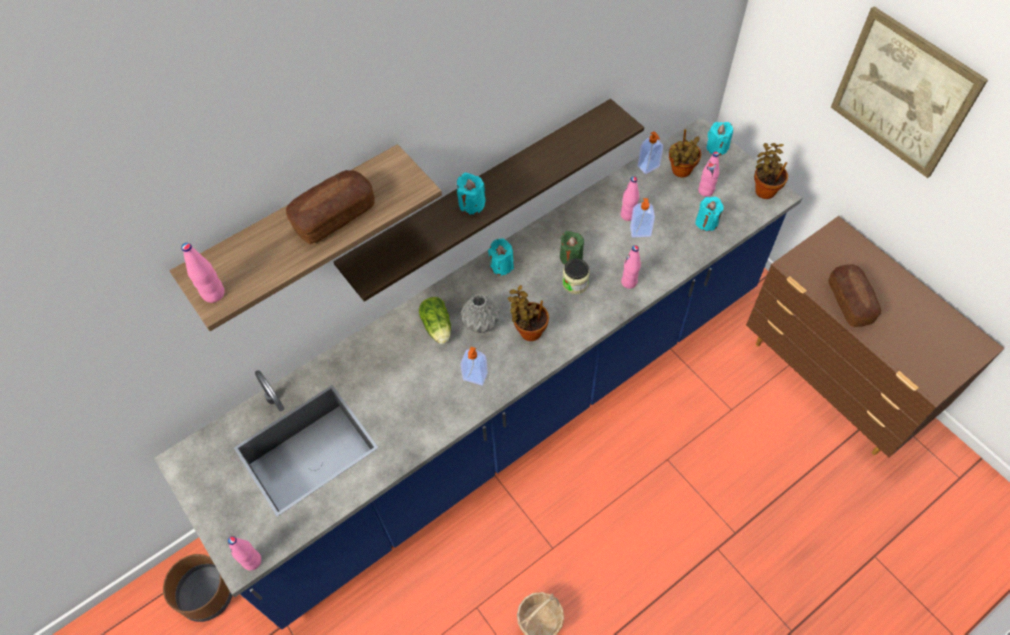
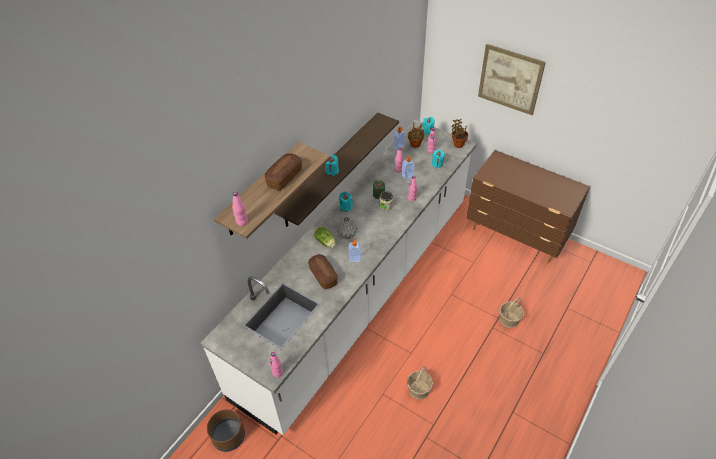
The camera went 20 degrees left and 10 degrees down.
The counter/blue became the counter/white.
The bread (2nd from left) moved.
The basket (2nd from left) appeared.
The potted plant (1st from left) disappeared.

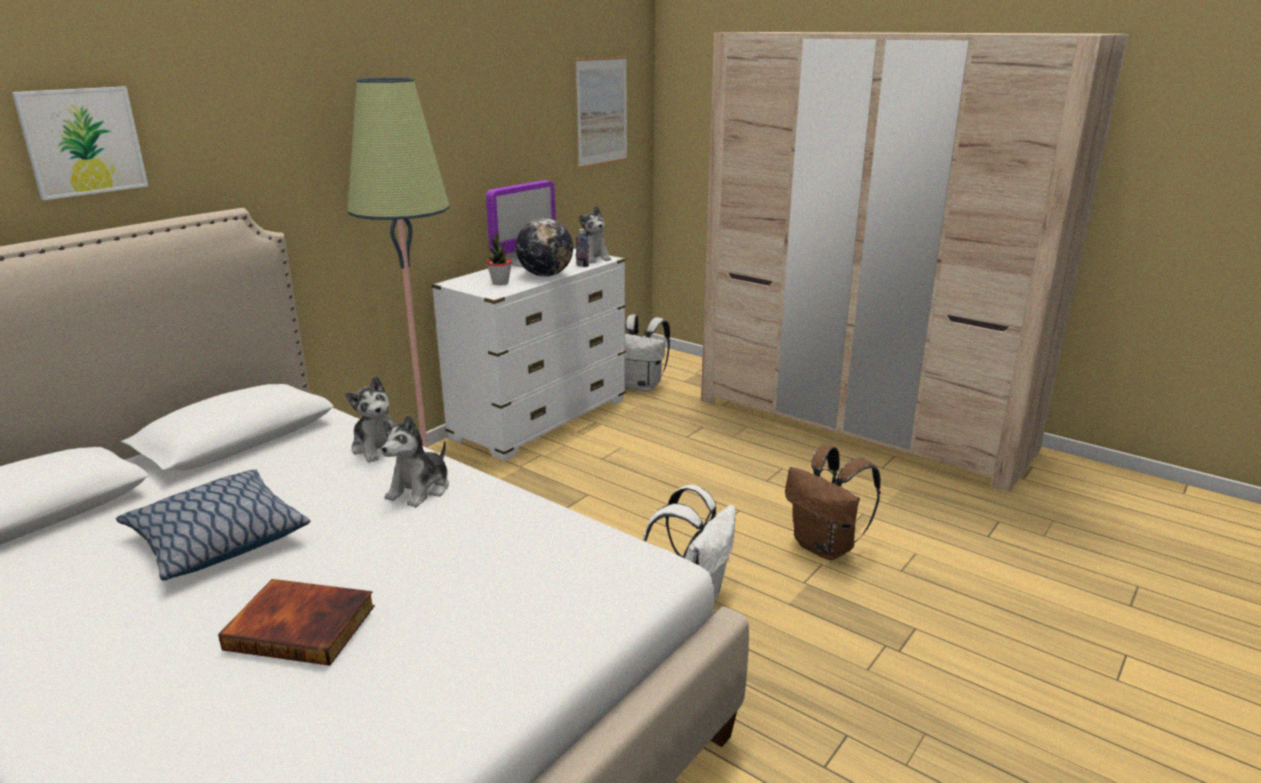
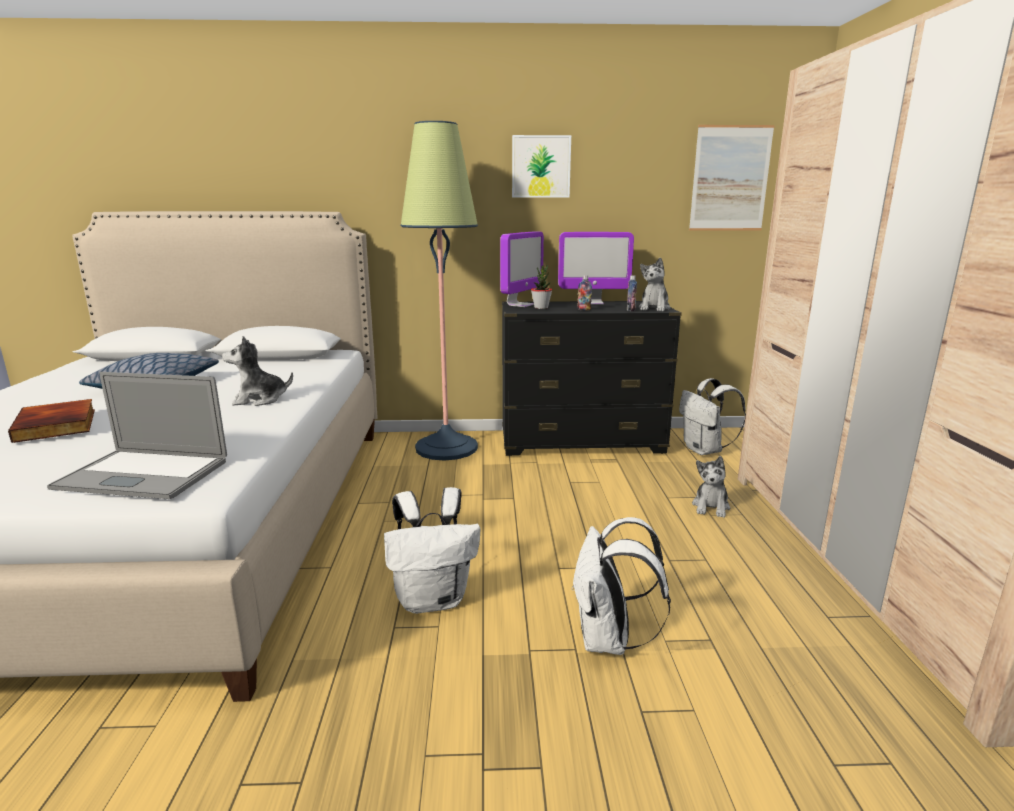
The camera went 50 degrees right and 5 degrees down.
The laptop appeared.
The monitor (1st from left) appeared.
The dresser/white became the dresser/black.
The picture (1st from left) moved.
The backpack/brown became the backpack/white (2nd from left).
The globe was replaced by the bottle (1st from left).
The plush toy (1st from left in the first image) moved.

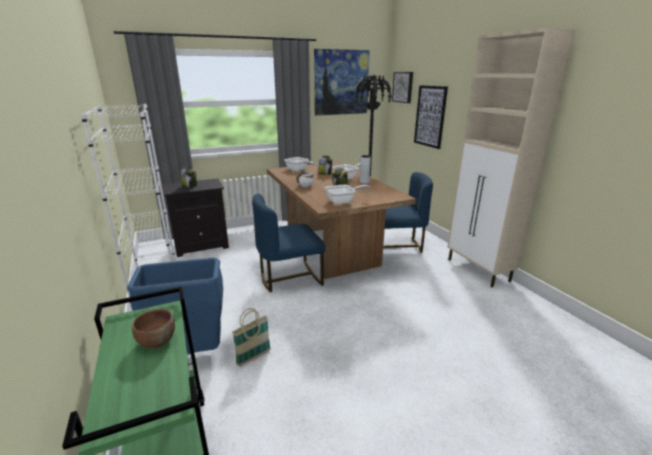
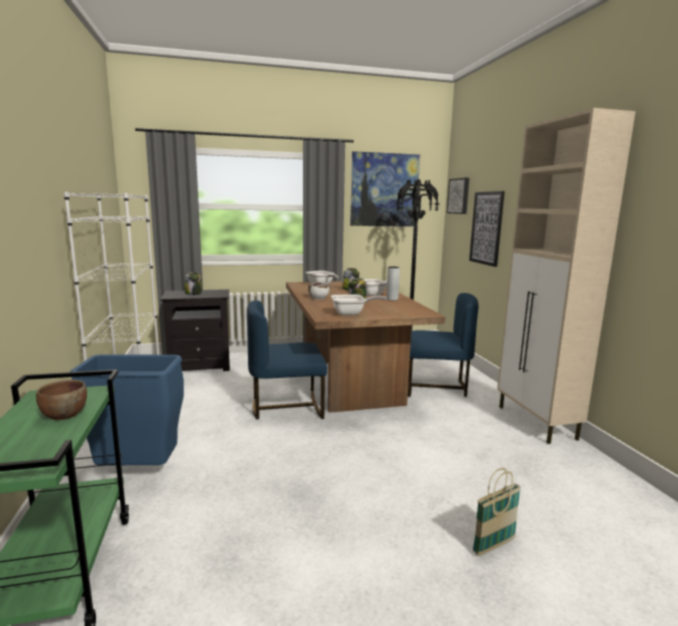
The camera went 10 degrees right and 10 degrees down.
The basket moved.

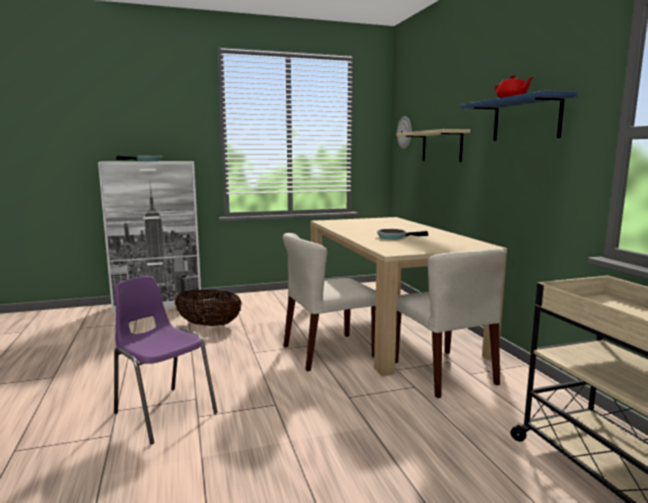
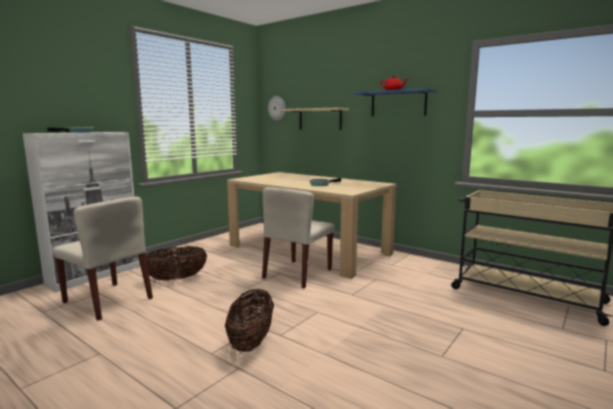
The camera went 35 degrees left and 0 degrees up.
The chair/beige (2nd from left in the first image) moved.
The chair/purple was replaced by the basket (2nd from left).

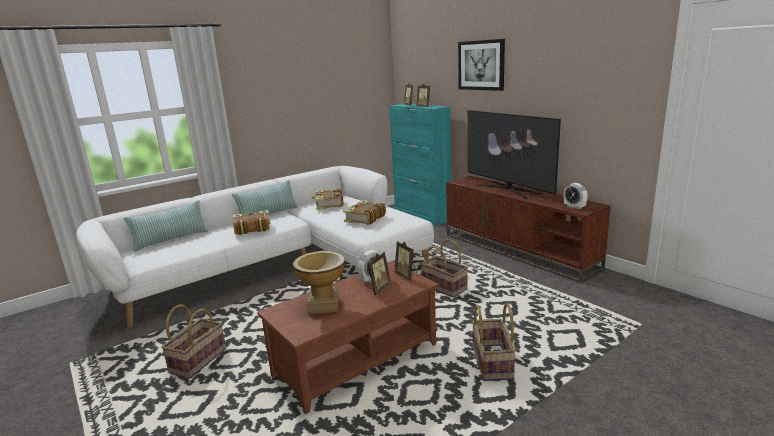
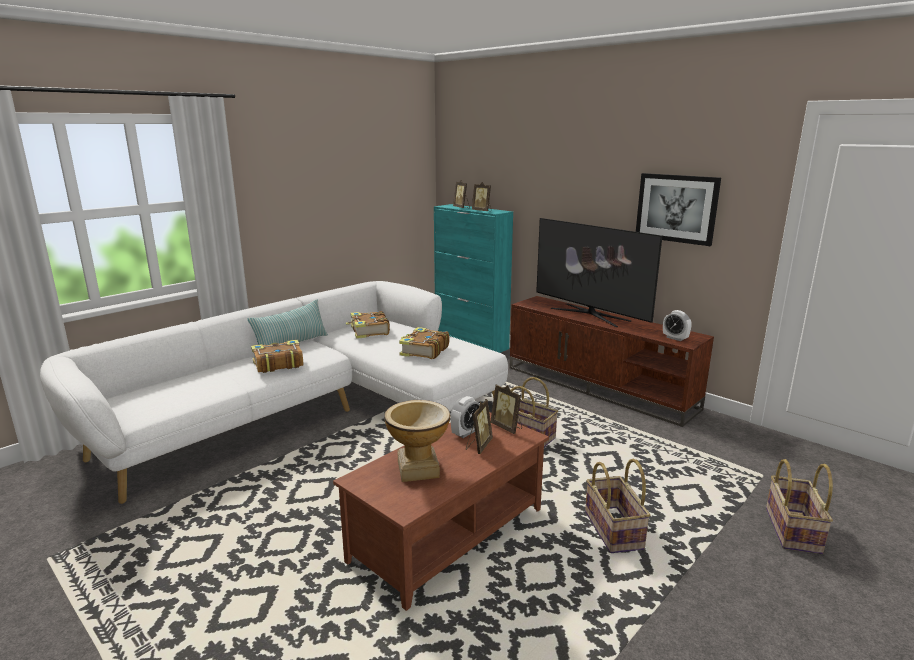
The camera went 10 degrees left and 0 degrees up.
The picture moved.
The basket (1st from left in the first image) moved.
The pillow (1st from left) disappeared.

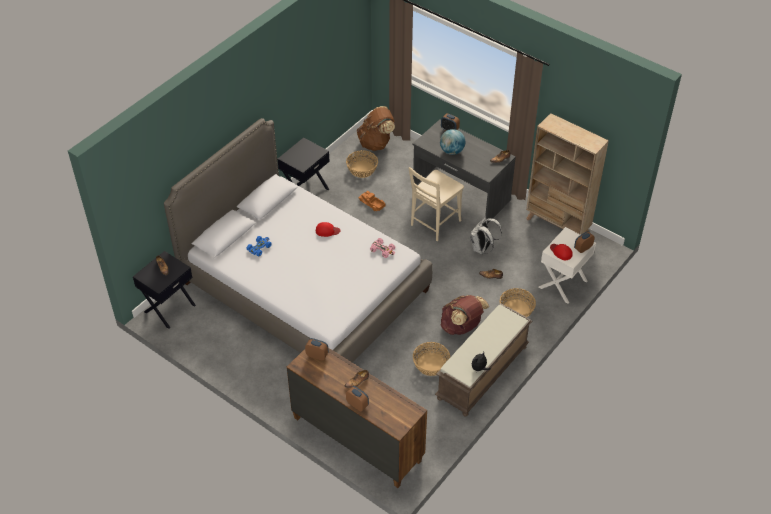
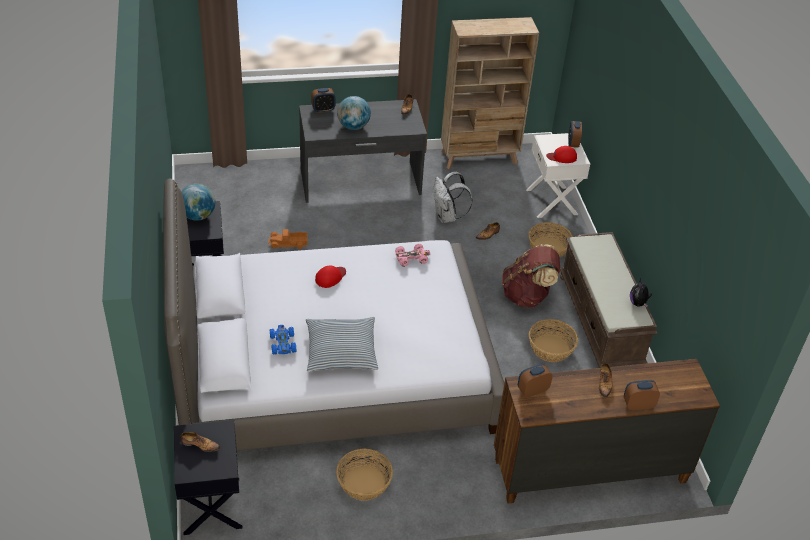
The camera went 50 degrees left and 5 degrees down.
The globe (1st from left) appeared.
The pillow appeared.
The basket (1st from left) moved.
The backpack/brown (1st from left) disappeared.
The chair/beige disappeared.

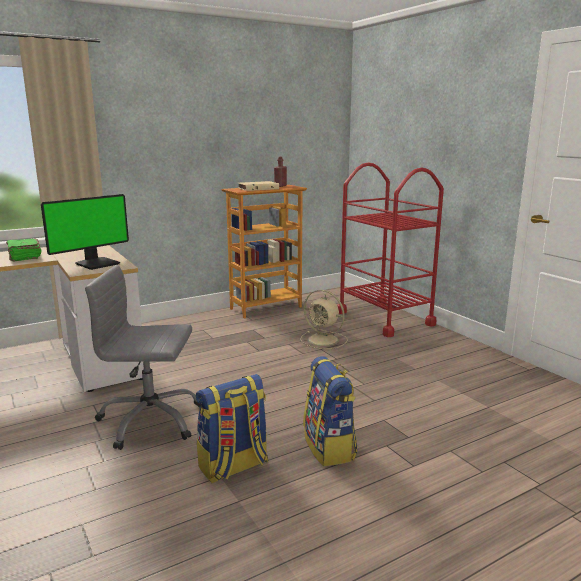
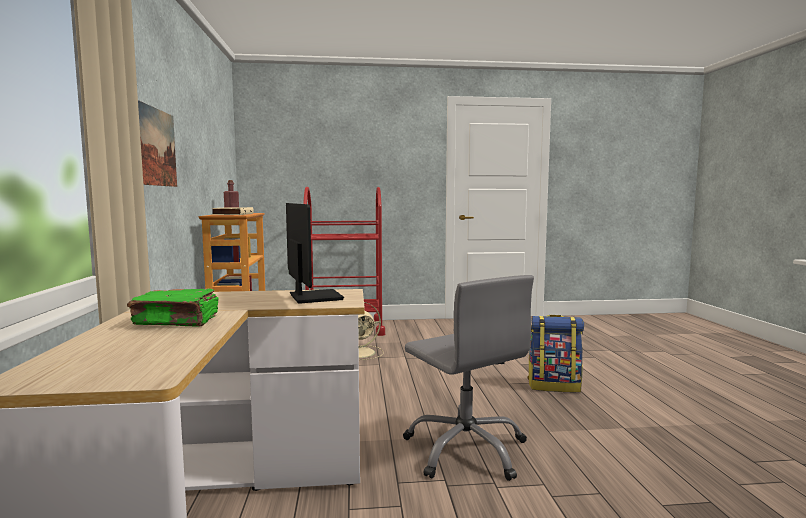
The camera went 65 degrees left and 10 degrees down.
The picture appeared.
The office chair/grey turned 60 degrees counterclockwise.
The backpack (1st from left) disappeared.

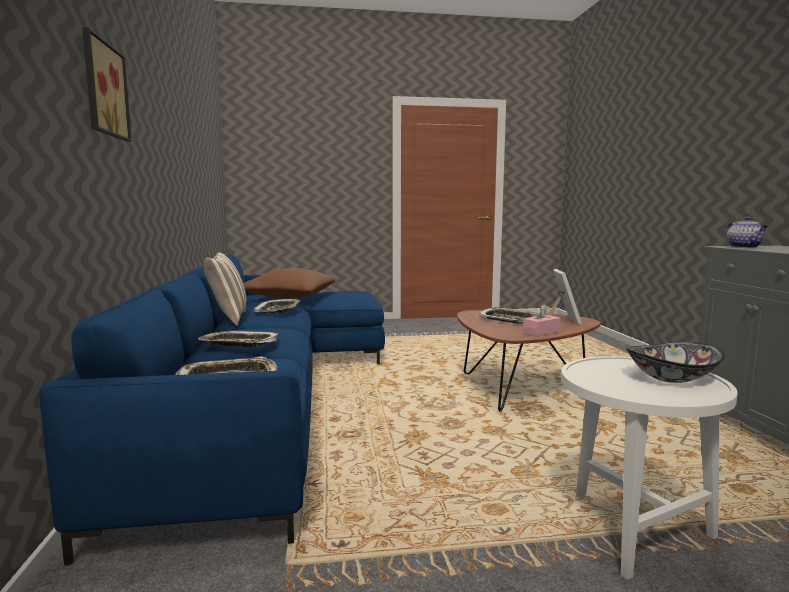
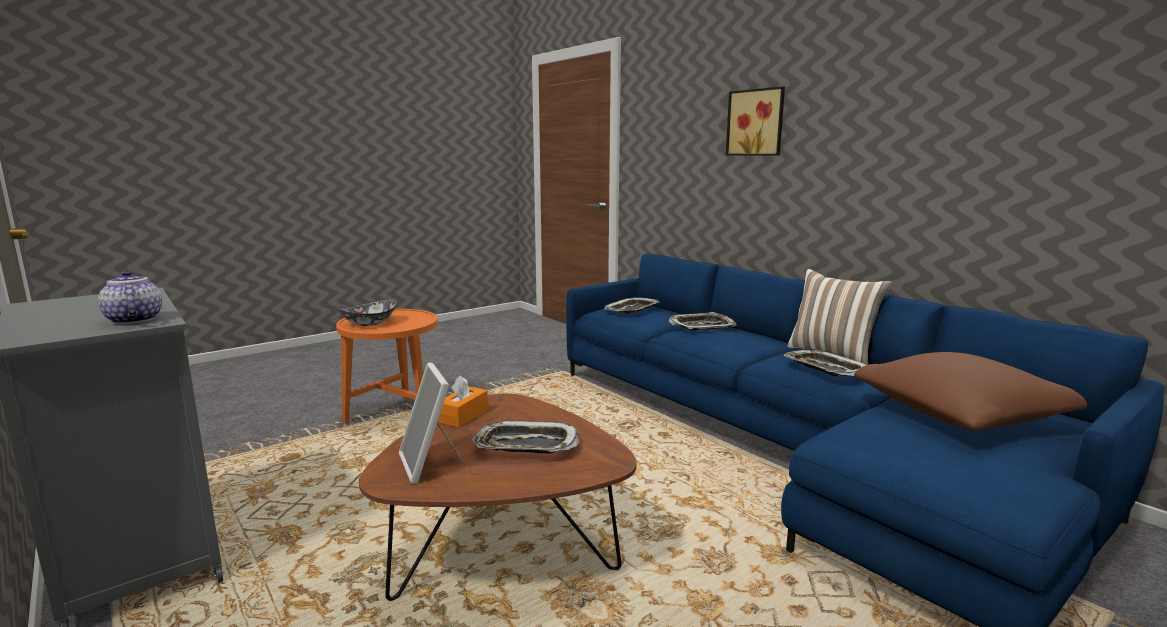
The camera went 150 degrees right and 5 degrees up.
The side table/white became the side table/orange.
The tissue box/pink became the tissue box/orange.

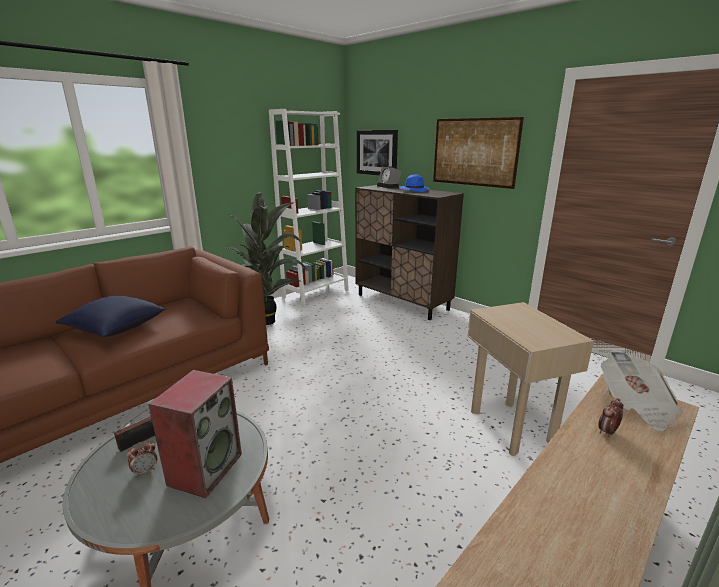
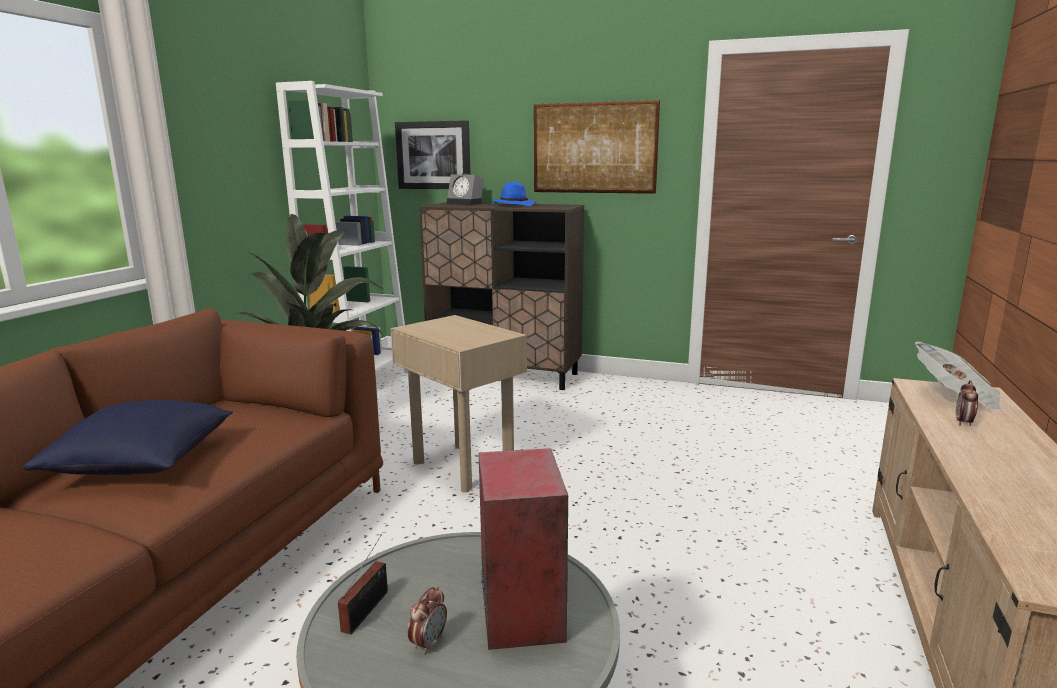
The camera went 25 degrees left and 5 degrees down.
The side table/beige moved.

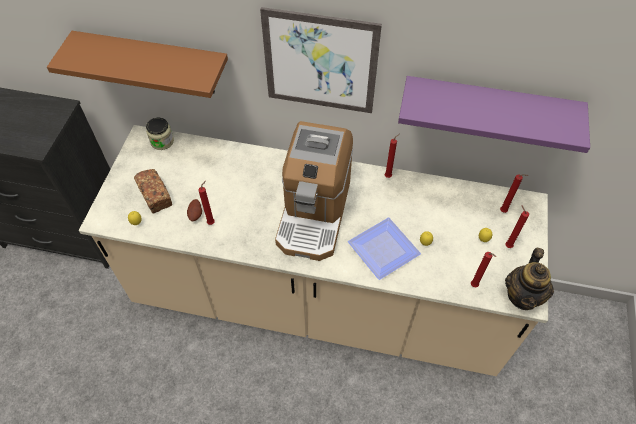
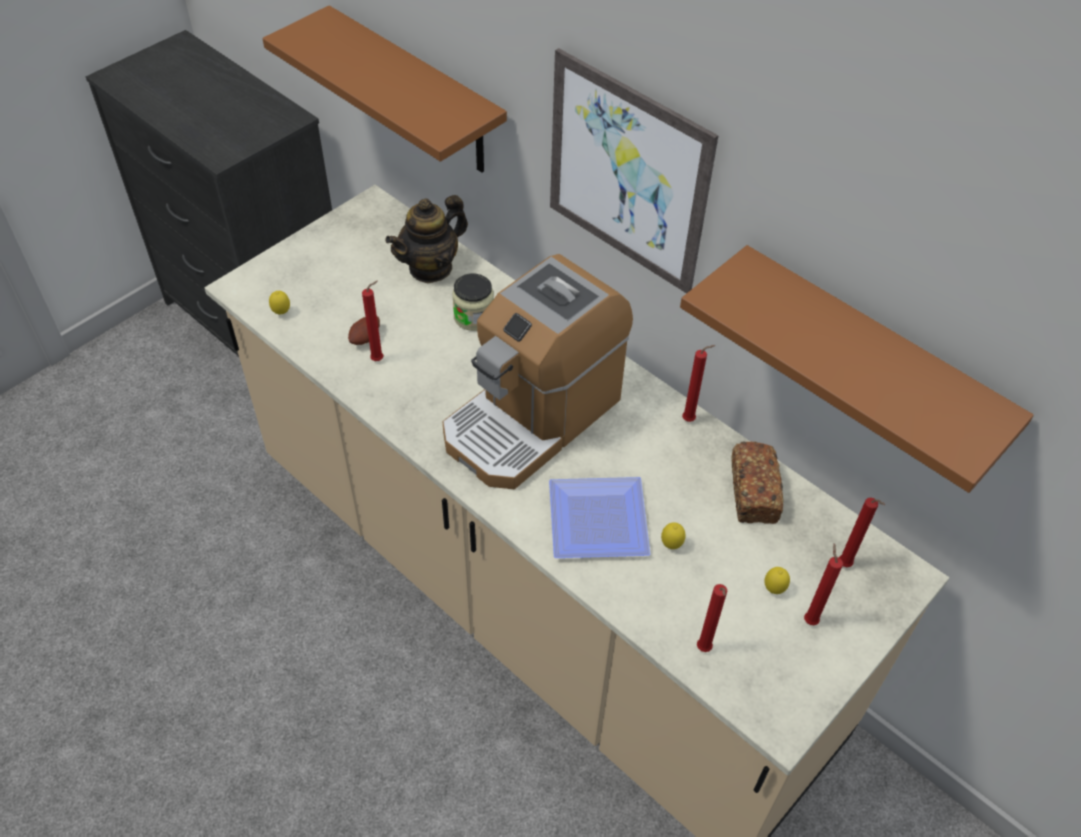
The camera went 30 degrees right and 5 degrees down.
The teapot moved.
The jar moved.
The shelf/purple became the shelf/brown (2nd from left).
The bread moved.

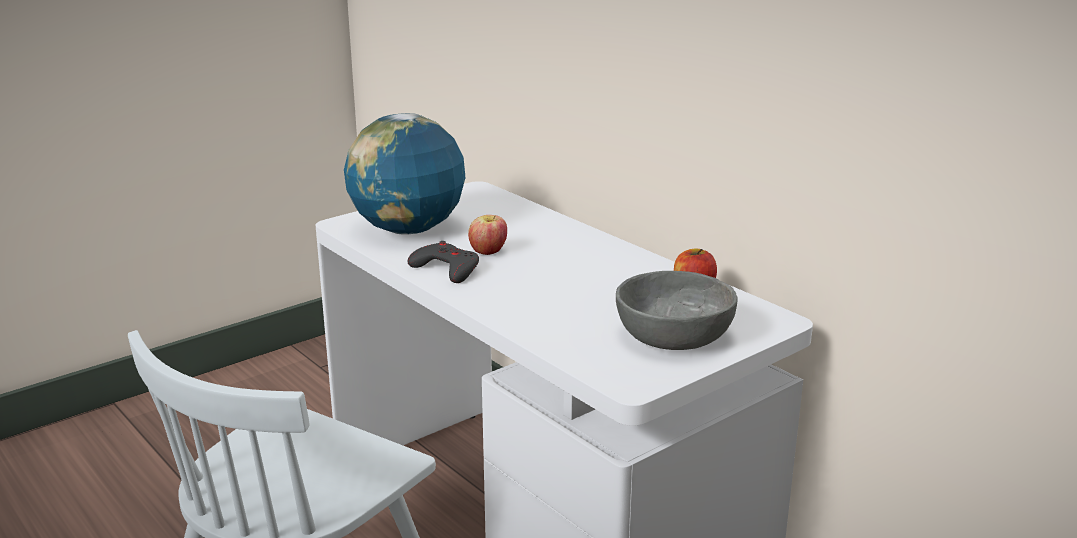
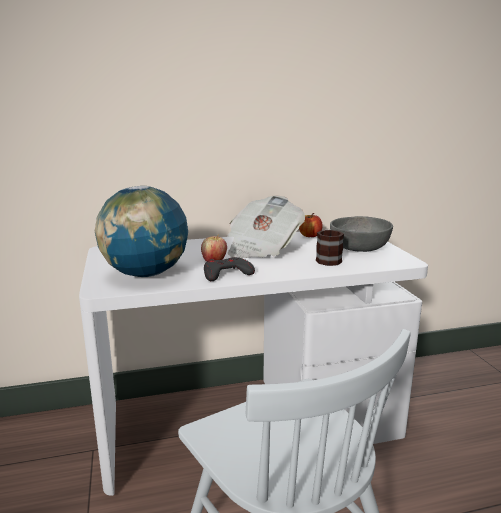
The camera went 65 degrees left and 5 degrees down.
The newspaper appeared.
The mug appeared.

